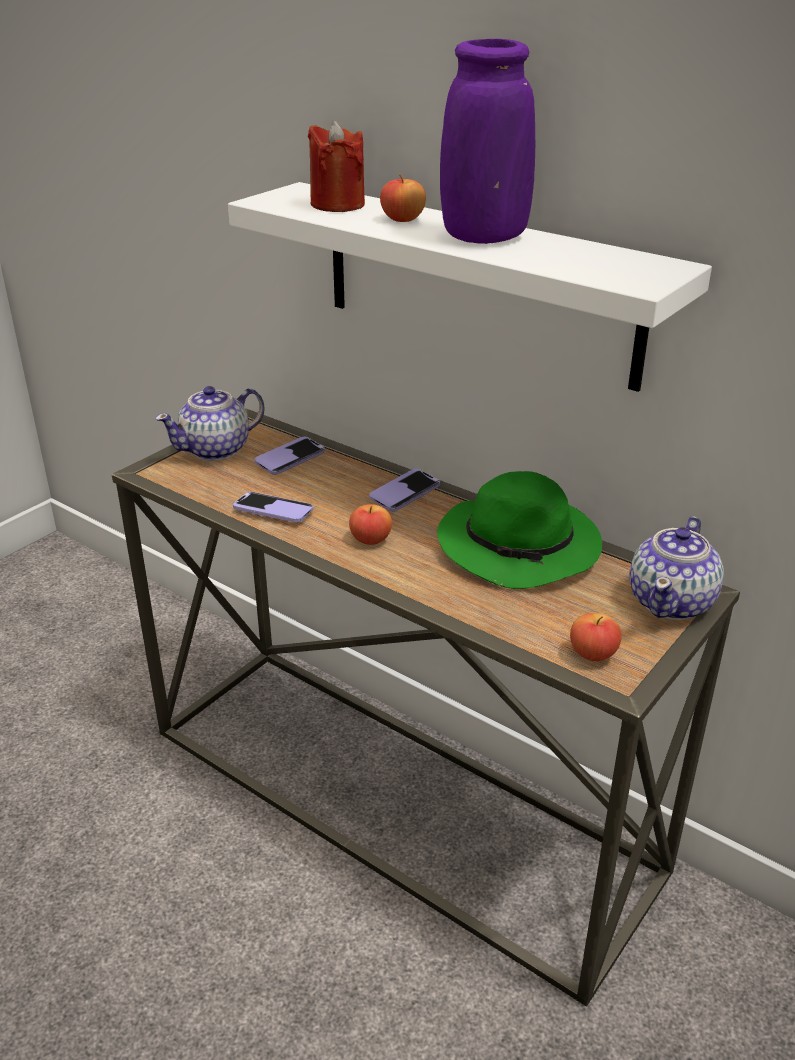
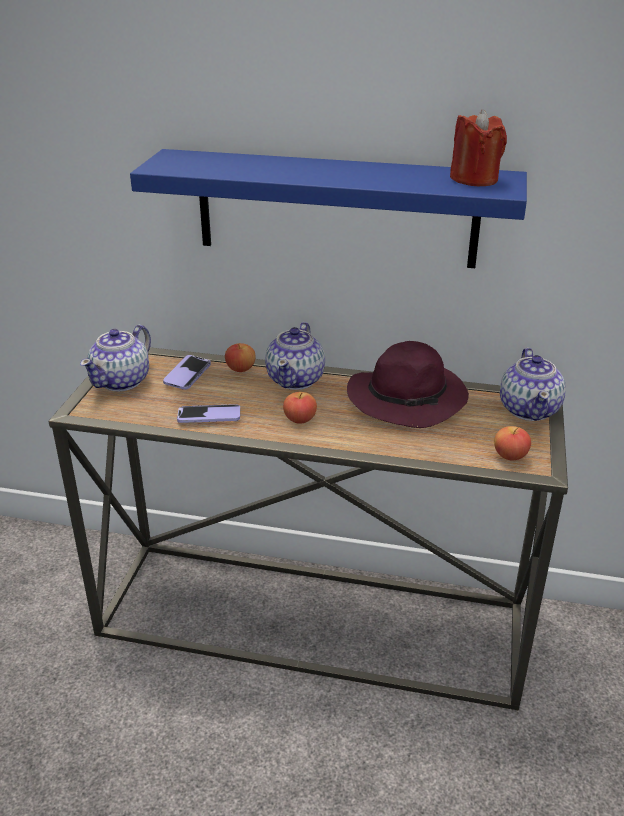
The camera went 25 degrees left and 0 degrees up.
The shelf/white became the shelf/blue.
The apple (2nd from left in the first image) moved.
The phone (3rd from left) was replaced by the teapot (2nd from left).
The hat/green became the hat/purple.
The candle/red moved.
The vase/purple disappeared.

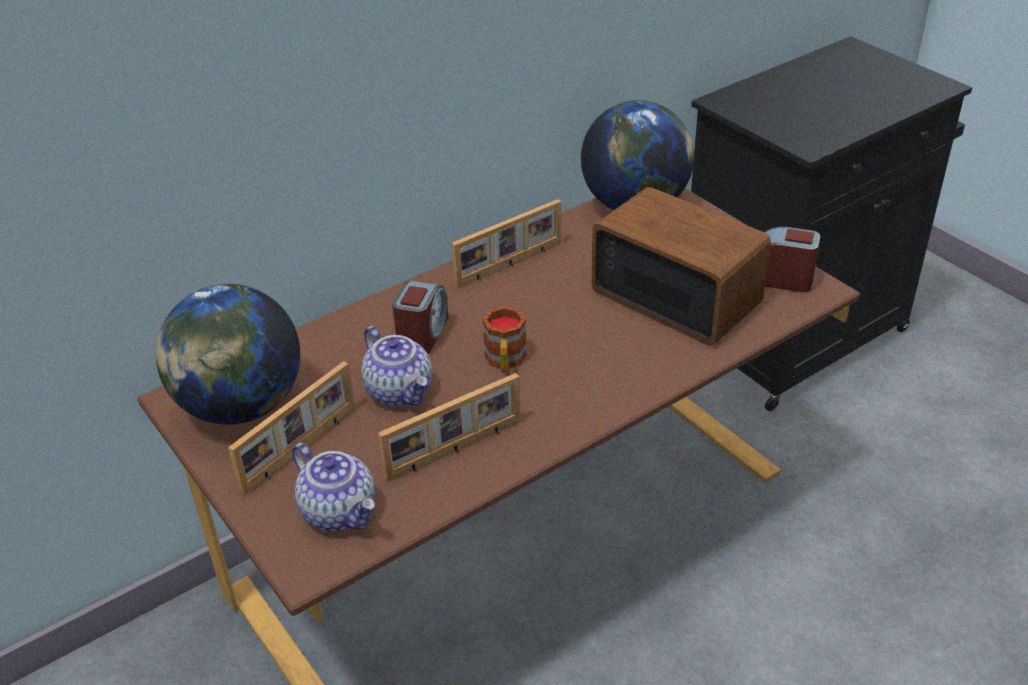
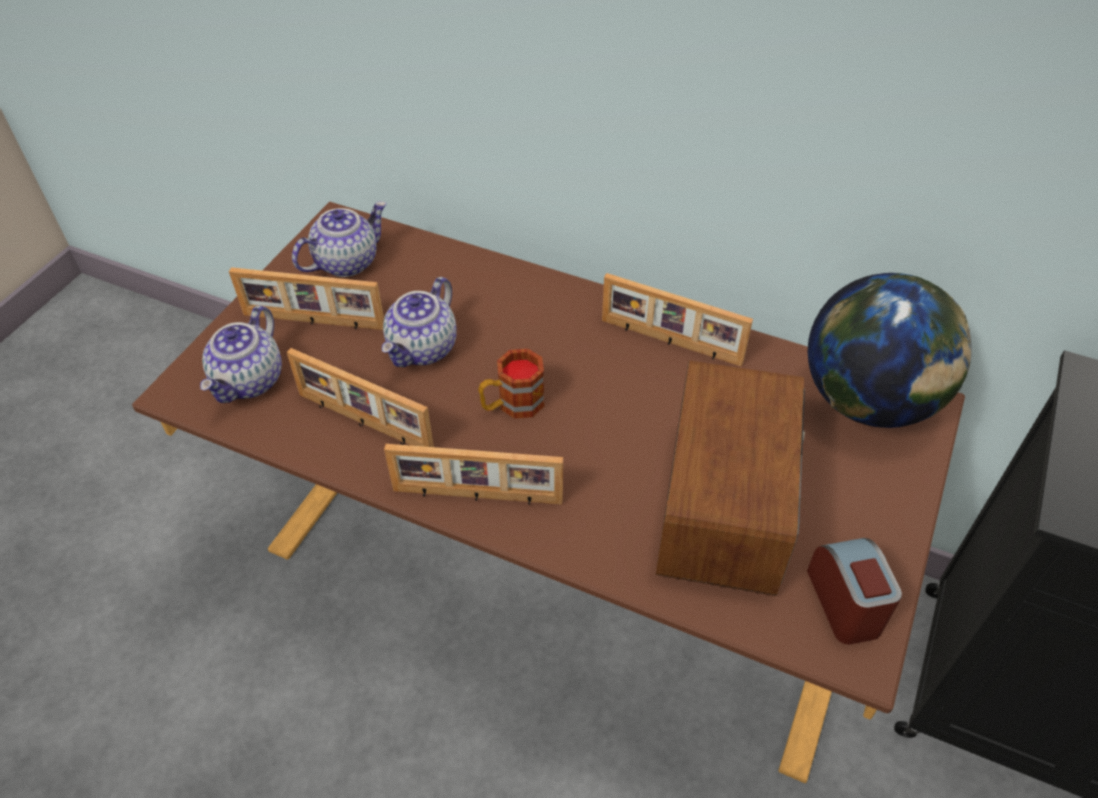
The camera went 60 degrees right and 10 degrees up.
The globe (1st from left) was replaced by the teapot (2nd from left).
The picture frame (3rd from left) appeared.
The alarm clock (1st from left) disappeared.

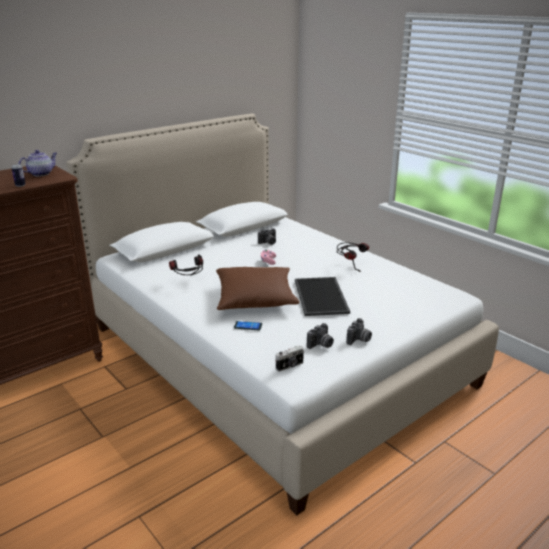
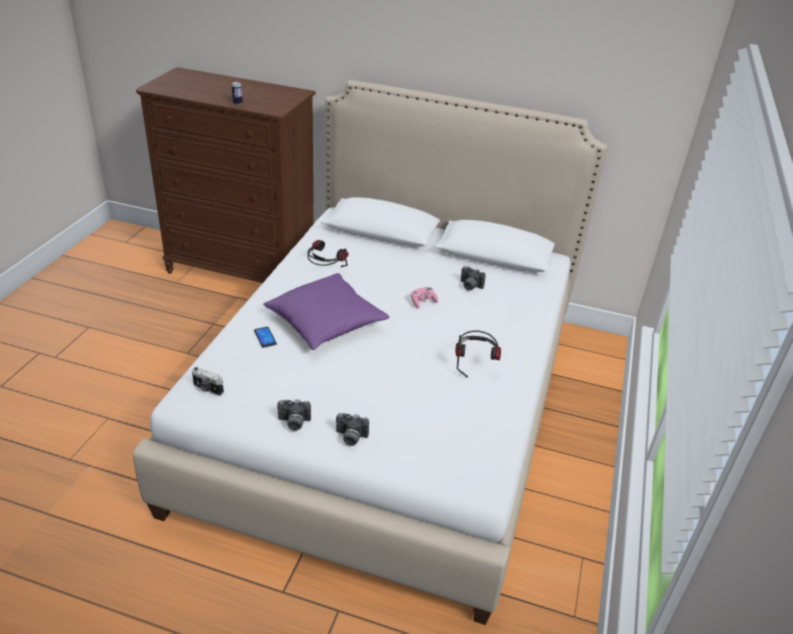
The camera went 55 degrees right and 10 degrees up.
The pillow/brown became the pillow/purple.
The photo camera (3rd from left) moved.
The teapot disappeared.
The tray disappeared.

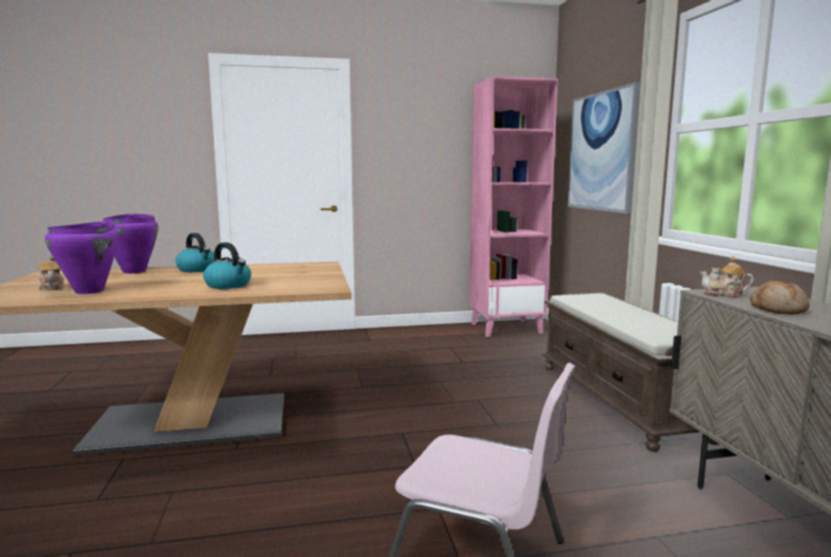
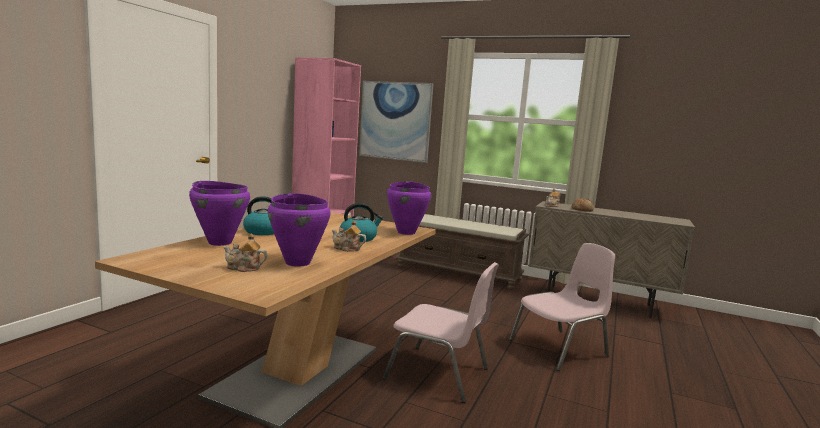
The camera went 55 degrees left and 0 degrees up.
The teapot (2nd from left) appeared.
The chair/pink (1st from left) appeared.
The cooking pot/purple (3rd from left) appeared.

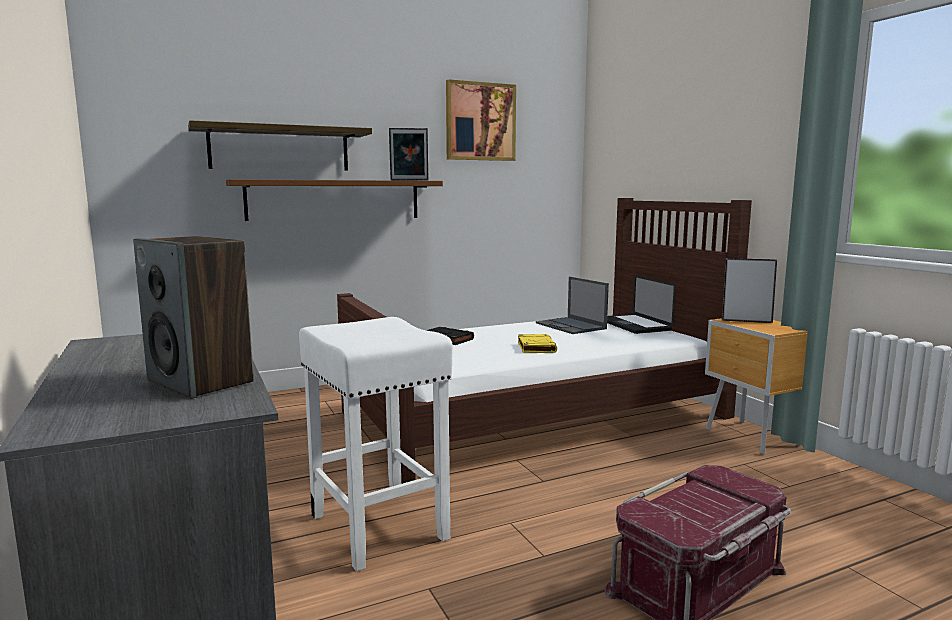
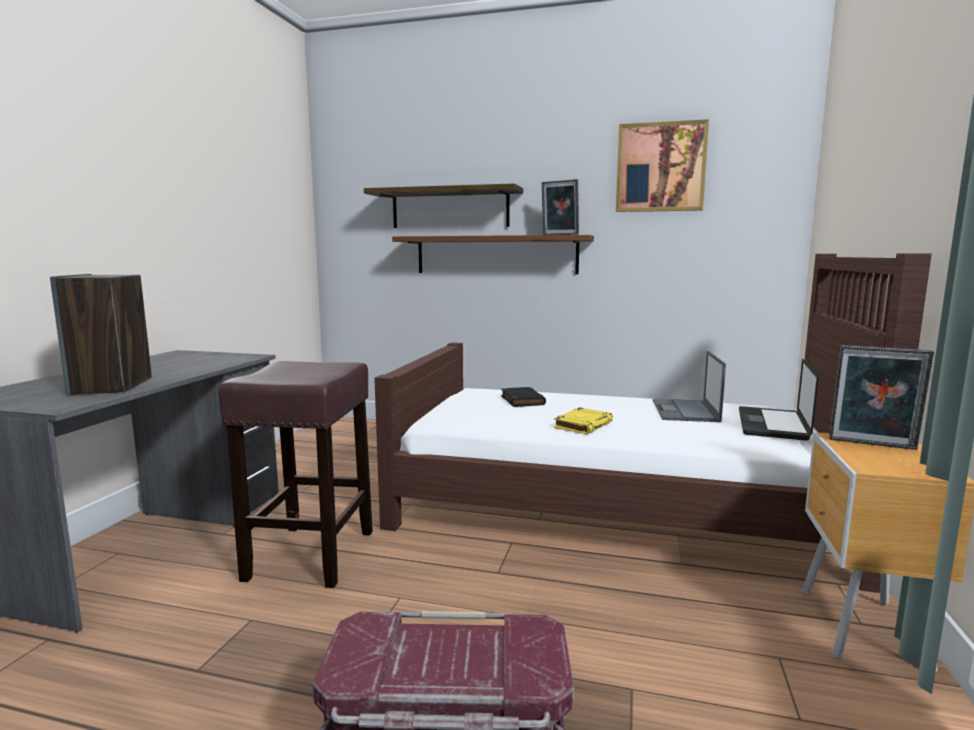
The camera went 40 degrees right and 0 degrees up.
The stool/white became the stool/brown.
The picture frame (2nd from left) turned 150 degrees clockwise.

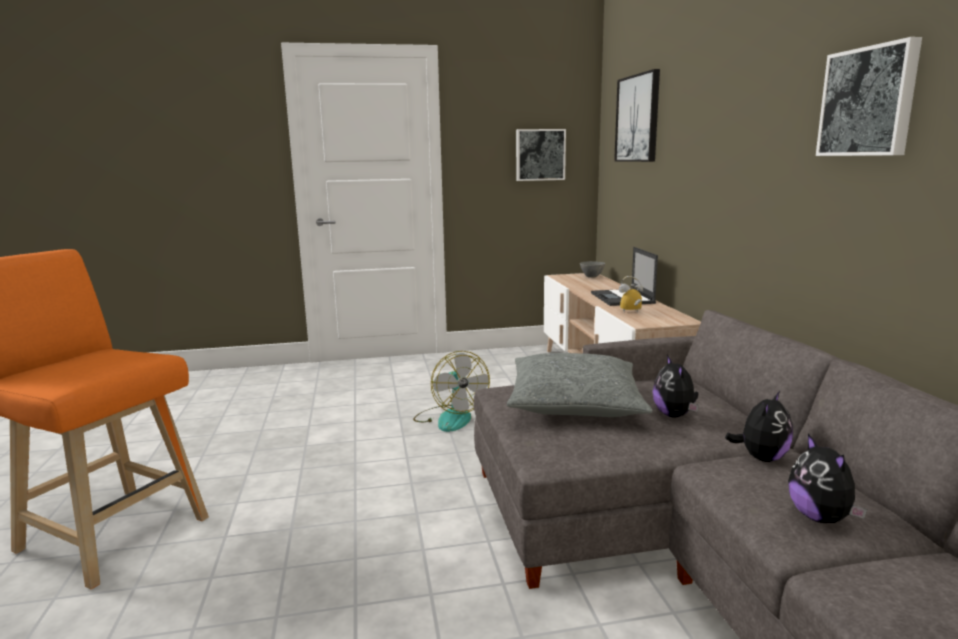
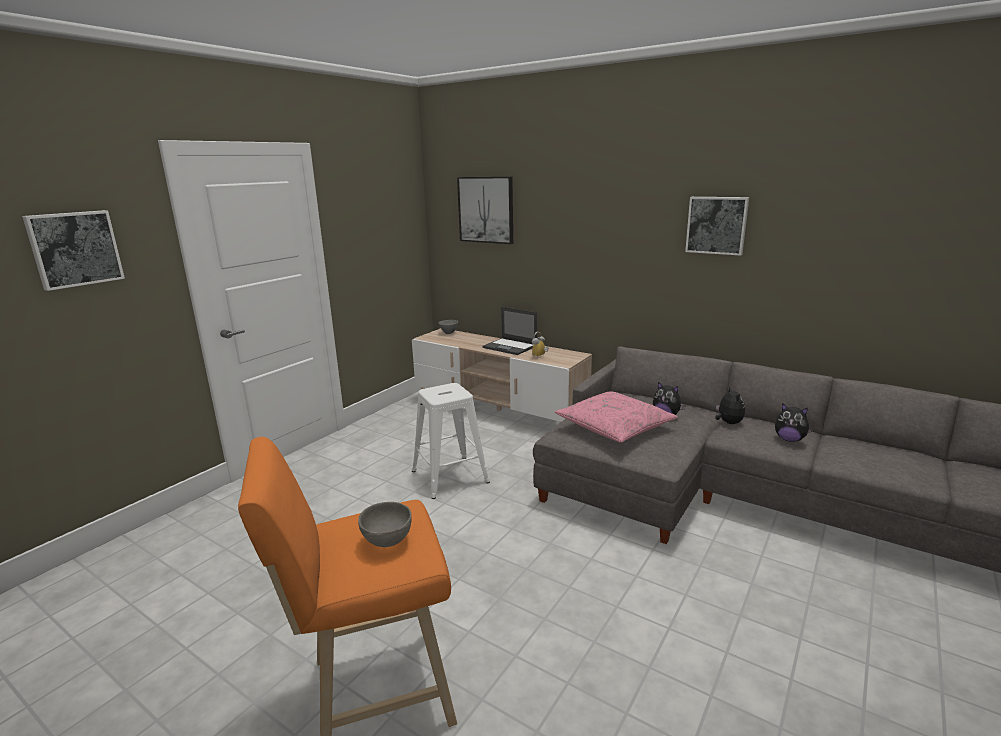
The camera went 45 degrees left and 5 degrees up.
The picture (1st from left) moved.
The bowl/grey (1st from left) appeared.
The fan was replaced by the stool/white.
The pillow/grey became the pillow/pink.

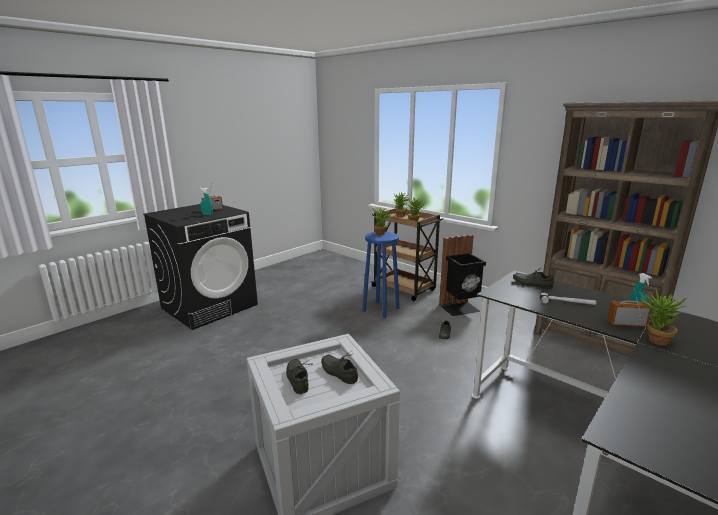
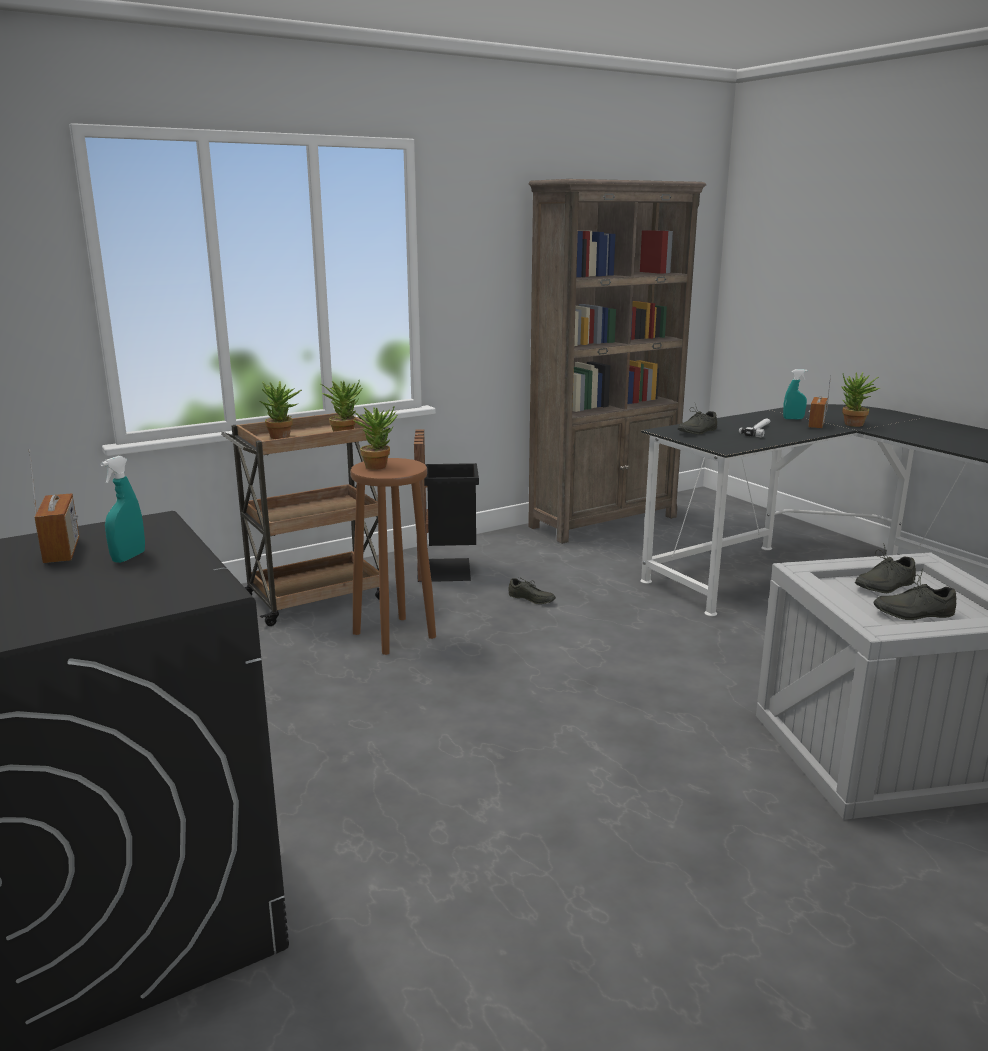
The camera went 75 degrees left and 0 degrees up.
The stool/blue became the stool/brown.

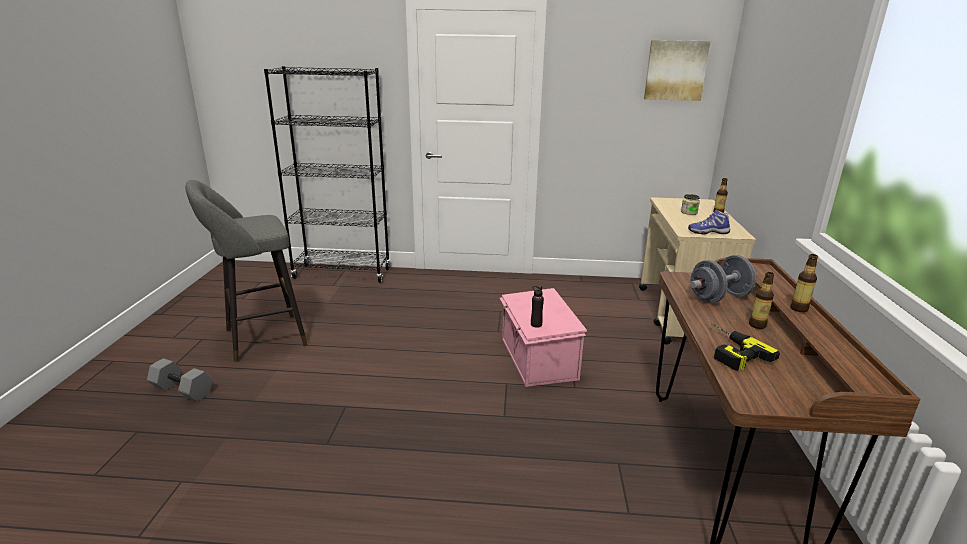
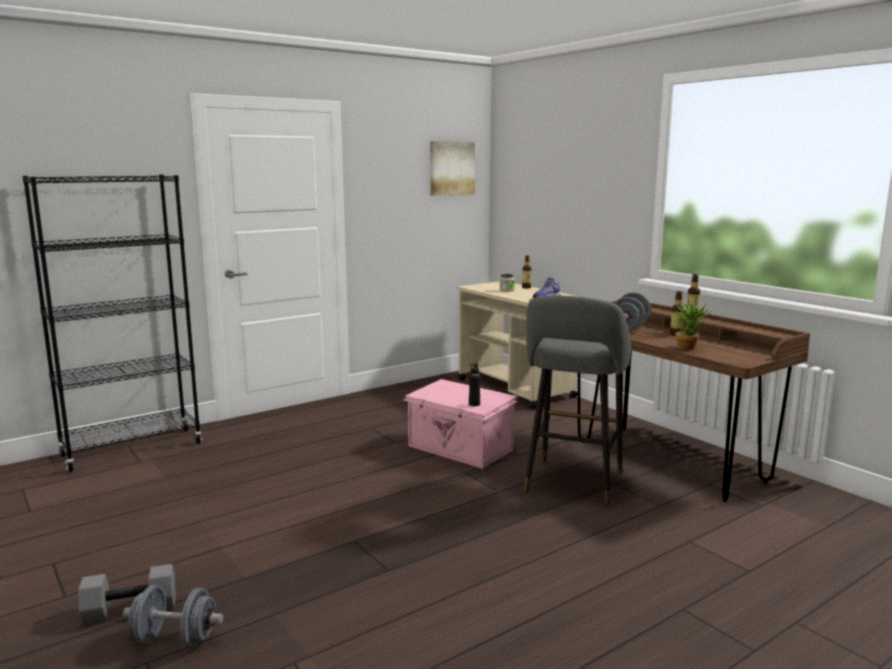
The camera went 40 degrees left and 10 degrees down.
The dumbbell/grey (2nd from left) appeared.
The stool/grey moved.
The power drill was replaced by the potted plant.

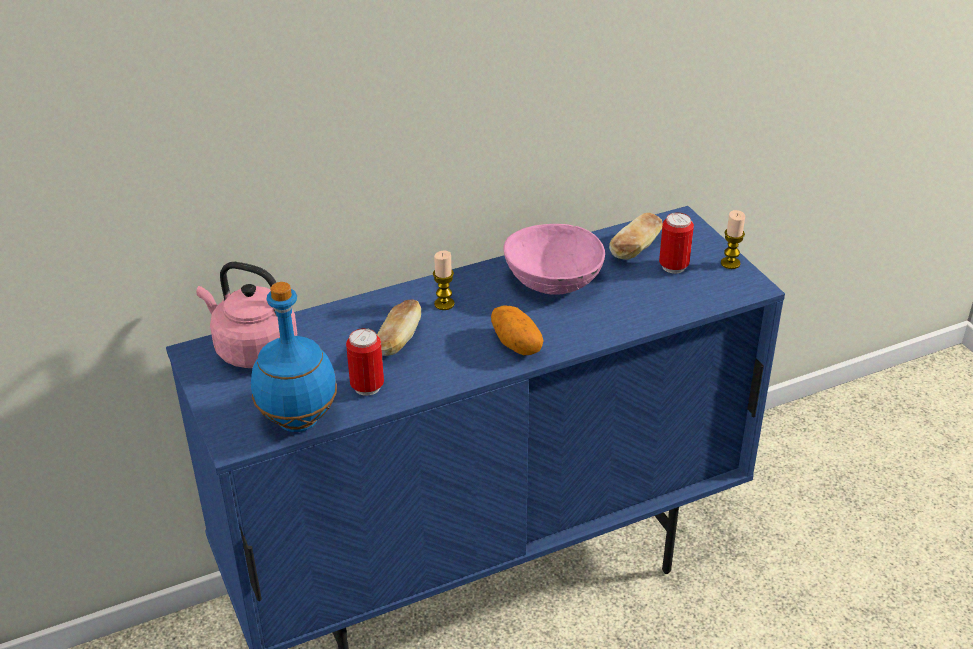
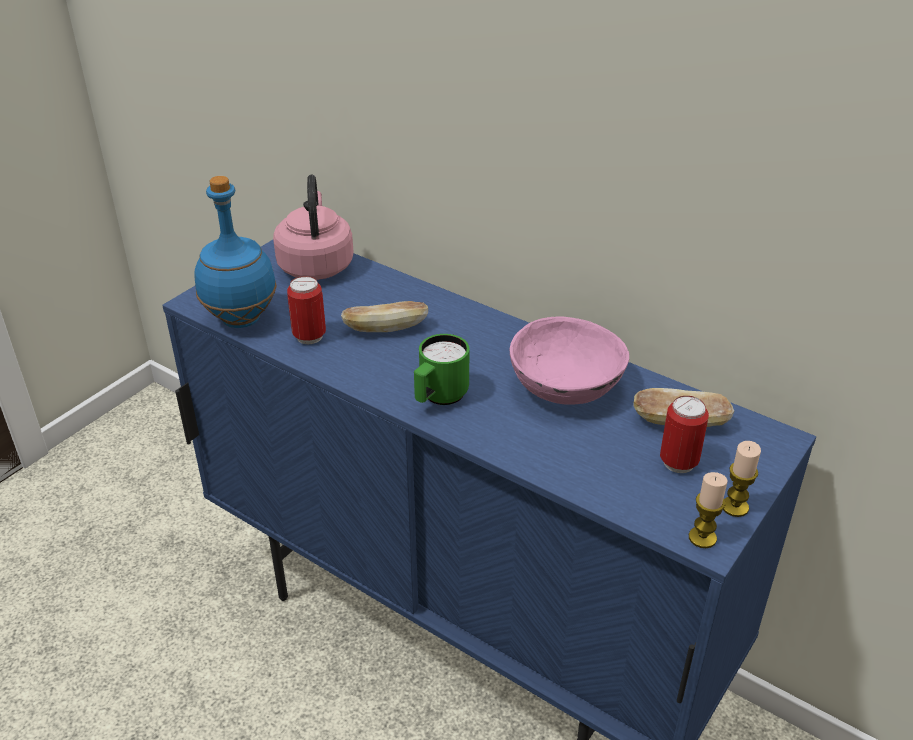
The camera went 60 degrees right and 0 degrees up.
The potato was replaced by the mug/green.
The candle (1st from left) moved.

